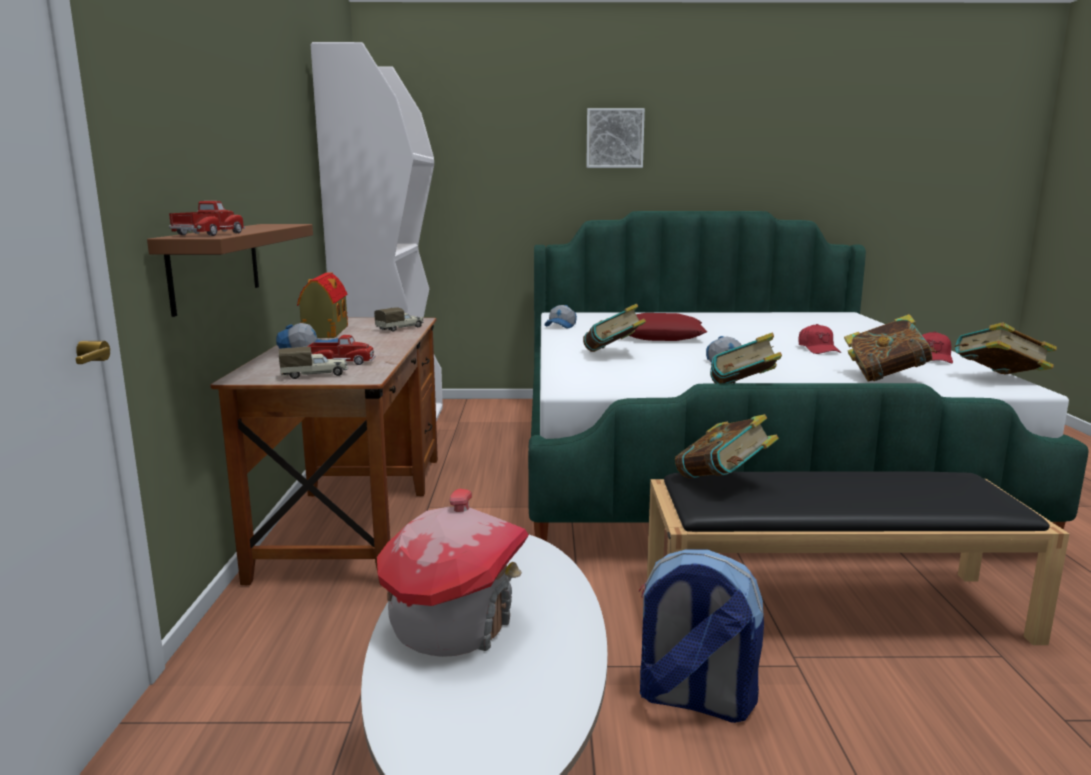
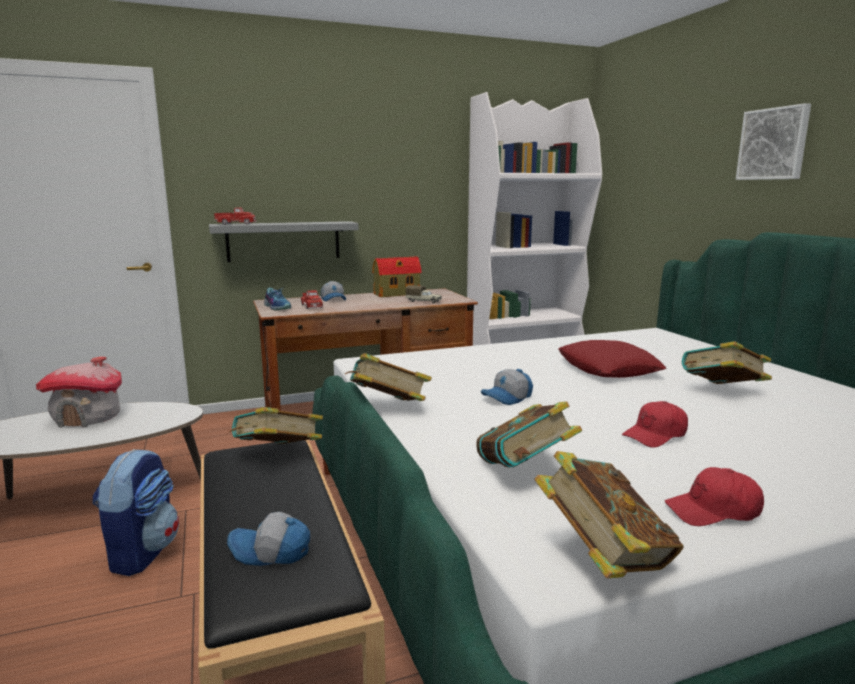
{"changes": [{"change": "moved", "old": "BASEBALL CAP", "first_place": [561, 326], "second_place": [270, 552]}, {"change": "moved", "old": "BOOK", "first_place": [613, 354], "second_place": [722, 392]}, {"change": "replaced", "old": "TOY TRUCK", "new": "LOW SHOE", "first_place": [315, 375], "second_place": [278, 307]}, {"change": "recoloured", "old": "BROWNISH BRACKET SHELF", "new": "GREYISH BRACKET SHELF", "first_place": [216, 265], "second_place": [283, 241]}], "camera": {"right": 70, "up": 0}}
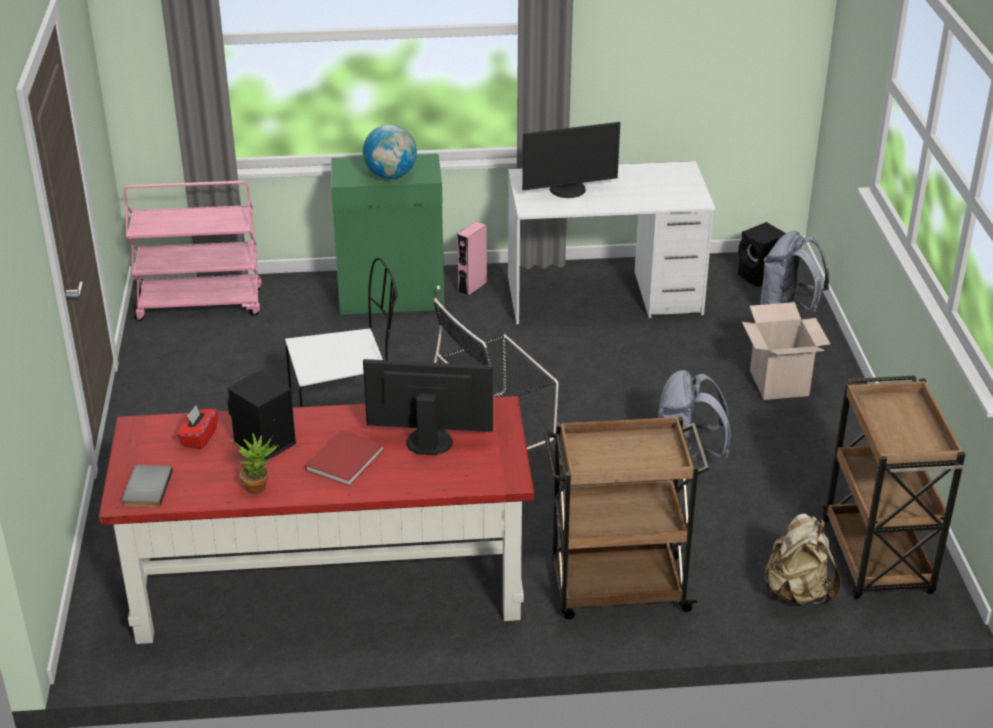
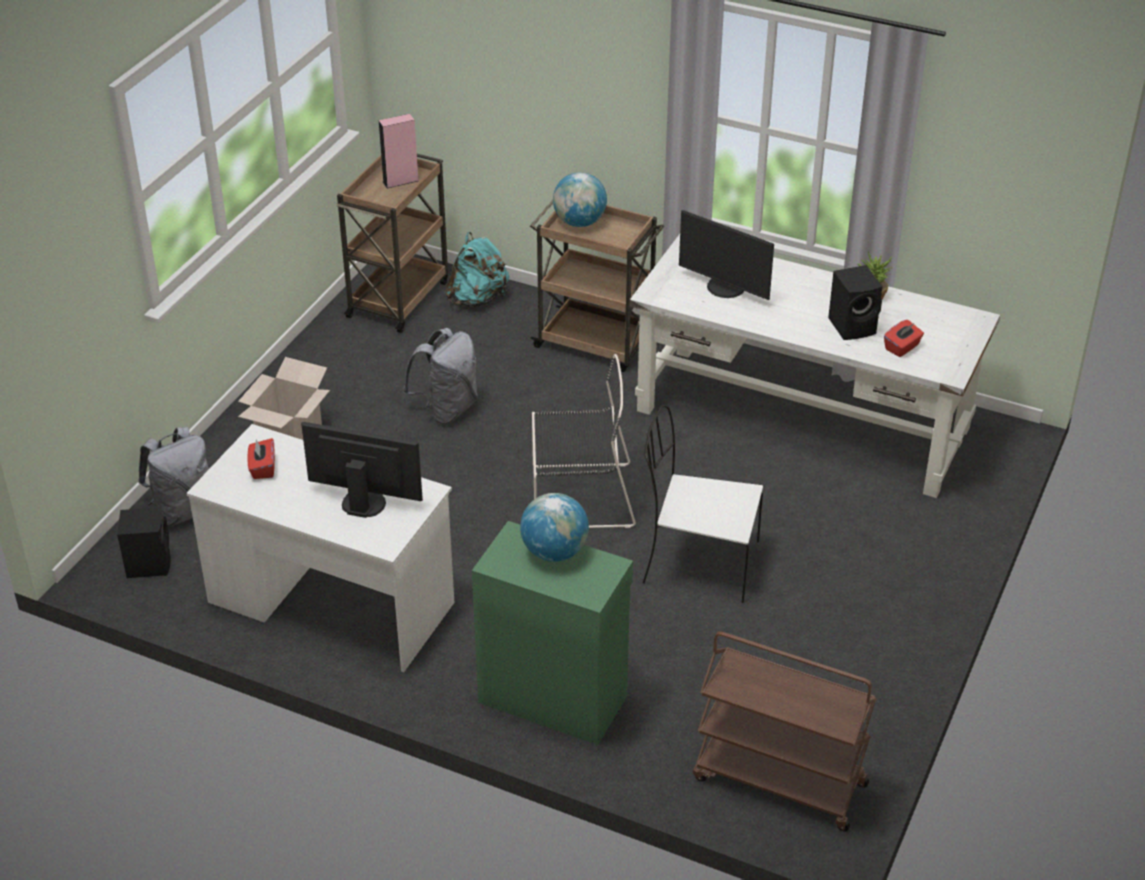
{"changes": [{"change": "removed", "old": "GREYISH BOOK", "first_place": [145, 488]}, {"change": "removed", "old": "RED BOOK", "first_place": [342, 460]}, {"change": "added", "new": "RED TISSUE HOLDER", "second_place": [262, 468]}, {"change": "added", "new": "DESK GLOBE", "second_place": [579, 222]}, {"change": "moved", "old": "PINK-COLOURED SPEAKER", "first_place": [472, 287], "second_place": [400, 181]}, {"change": "recoloured", "old": "RED DESK UNIT", "new": "WHITISH DESK UNIT", "first_place": [328, 583], "second_place": [804, 419]}, {"change": "recoloured", "old": "PINK-COLOURED TROLLEY", "new": "BROWNISH TROLLEY", "first_place": [201, 304], "second_place": [778, 782]}, {"change": "recoloured", "old": "BEIGE-COLOURED BACKPACK", "new": "TURQUOISE BACKPACK", "first_place": [797, 592], "second_place": [478, 299]}], "camera": {"right": -150, "up": 5}}
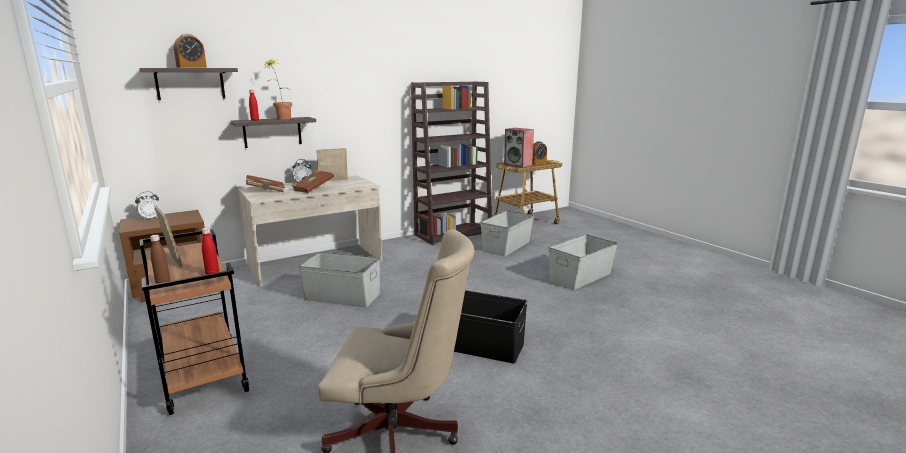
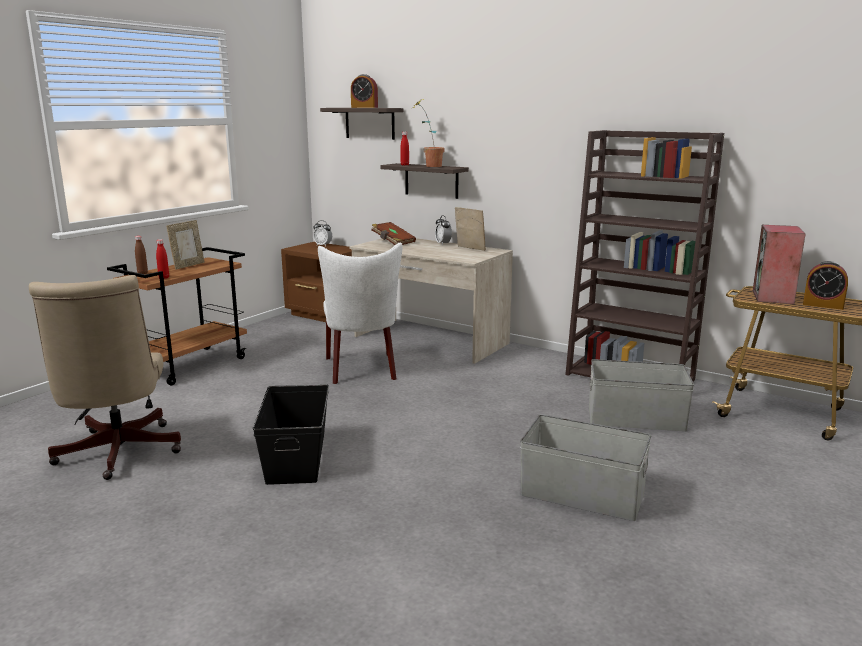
{"changes": [{"change": "removed", "old": "BROWNISH BOOK", "first_place": [313, 189]}, {"change": "replaced", "old": "GREYISH STORAGE CONTAINER", "new": "WHITISH UPRIGHT CHAIR", "first_place": [342, 296], "second_place": [362, 370]}], "camera": {"right": 65, "up": 0}}
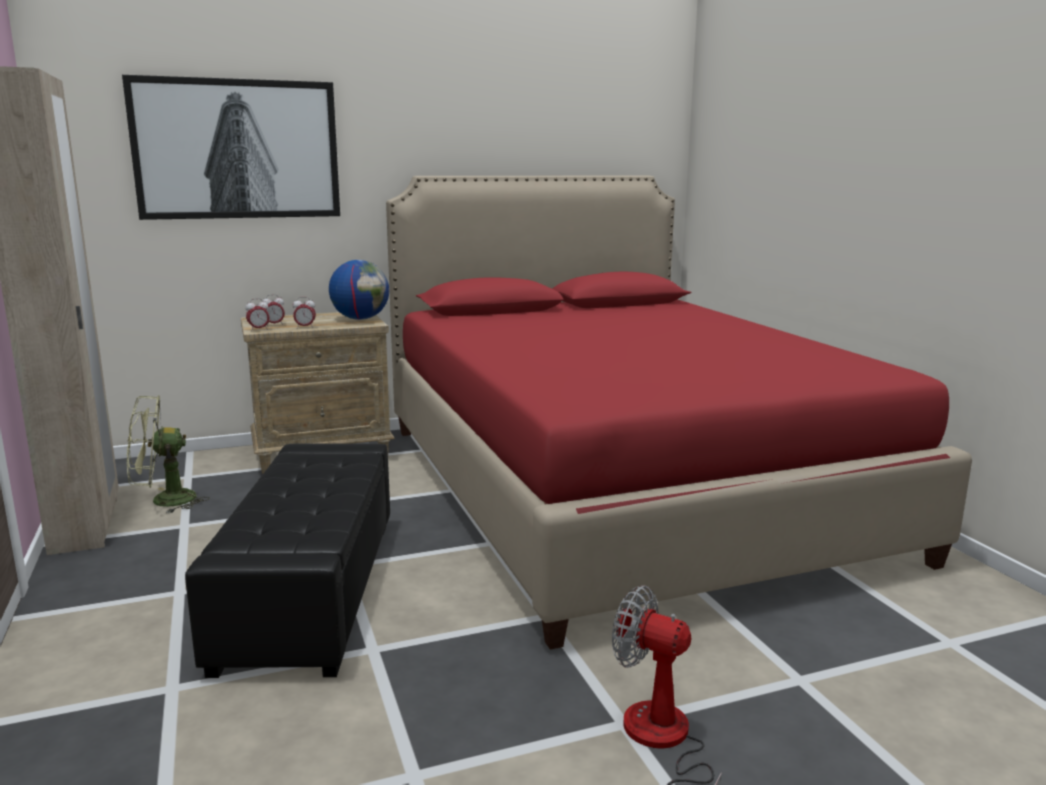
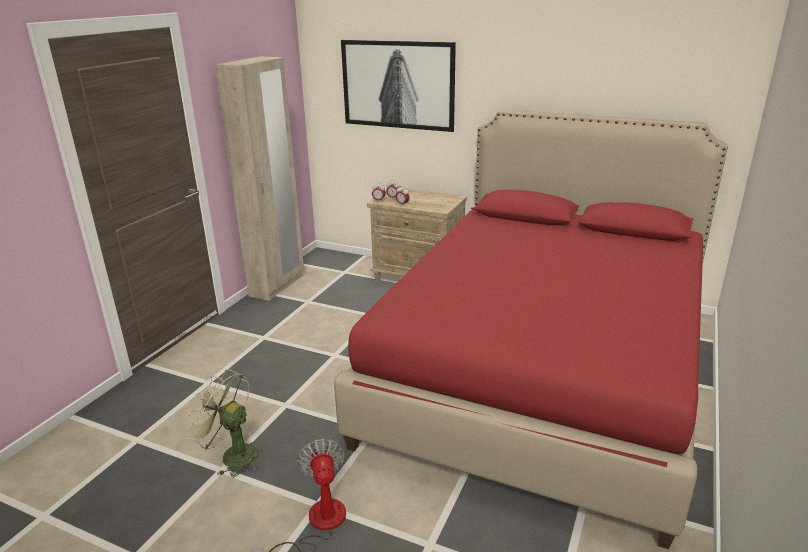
{"changes": [{"change": "removed", "old": "BLACK POUFFE", "first_place": [310, 589]}, {"change": "removed", "old": "DESK GLOBE", "first_place": [360, 319]}, {"change": "moved", "old": "GREEN-COLOURED FAN", "first_place": [164, 501], "second_place": [232, 455]}], "camera": {"right": 45, "up": 10}}
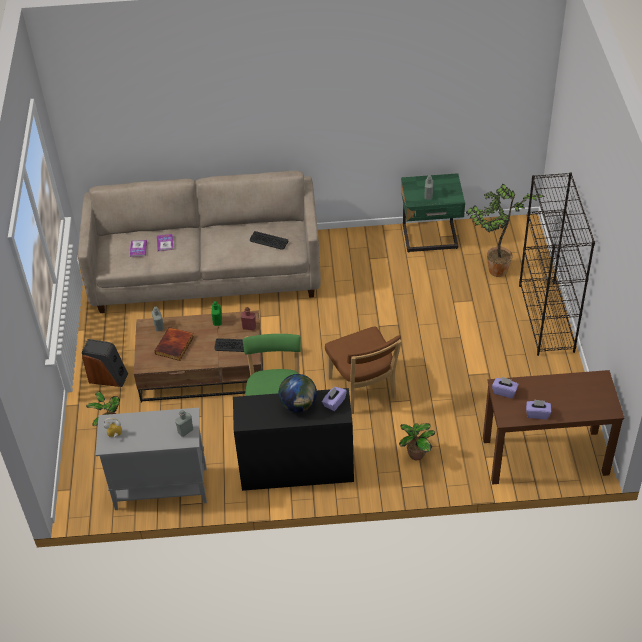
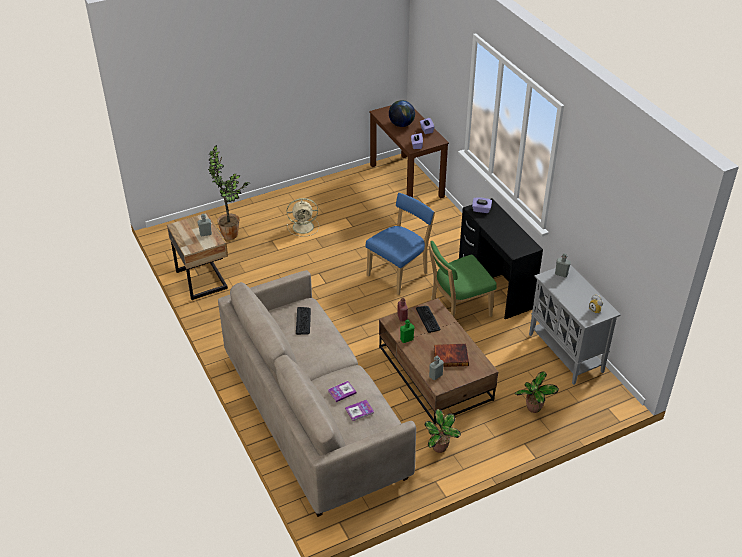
{"changes": [{"change": "removed", "old": "SPEAKER", "first_place": [108, 377]}, {"change": "removed", "old": "BLACK BOOKSHELF", "first_place": [546, 318]}, {"change": "added", "new": "BEIGE-COLOURED FAN", "second_place": [304, 227]}, {"change": "moved", "old": "DESK GLOBE", "first_place": [298, 405], "second_place": [401, 124]}, {"change": "moved", "old": "POTTED PLANT", "first_place": [415, 454], "second_place": [440, 448]}, {"change": "recoloured", "old": "BROWNISH UPRIGHT CHAIR", "new": "BLUE UPRIGHT CHAIR", "first_place": [363, 390], "second_place": [399, 273]}, {"change": "recoloured", "old": "GREEN-COLOURED NIGHTSTAND", "new": "BEIGE-COLOURED NIGHTSTAND", "first_place": [430, 238], "second_place": [203, 279]}], "camera": {"right": -115, "up": -5}}
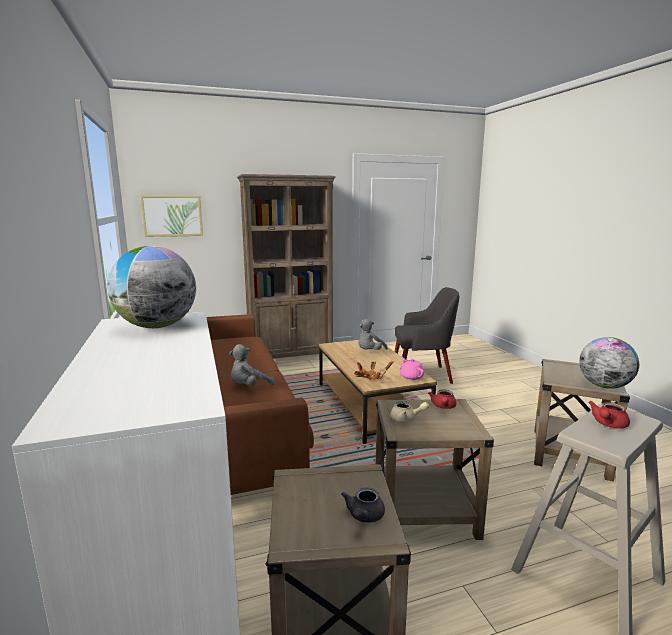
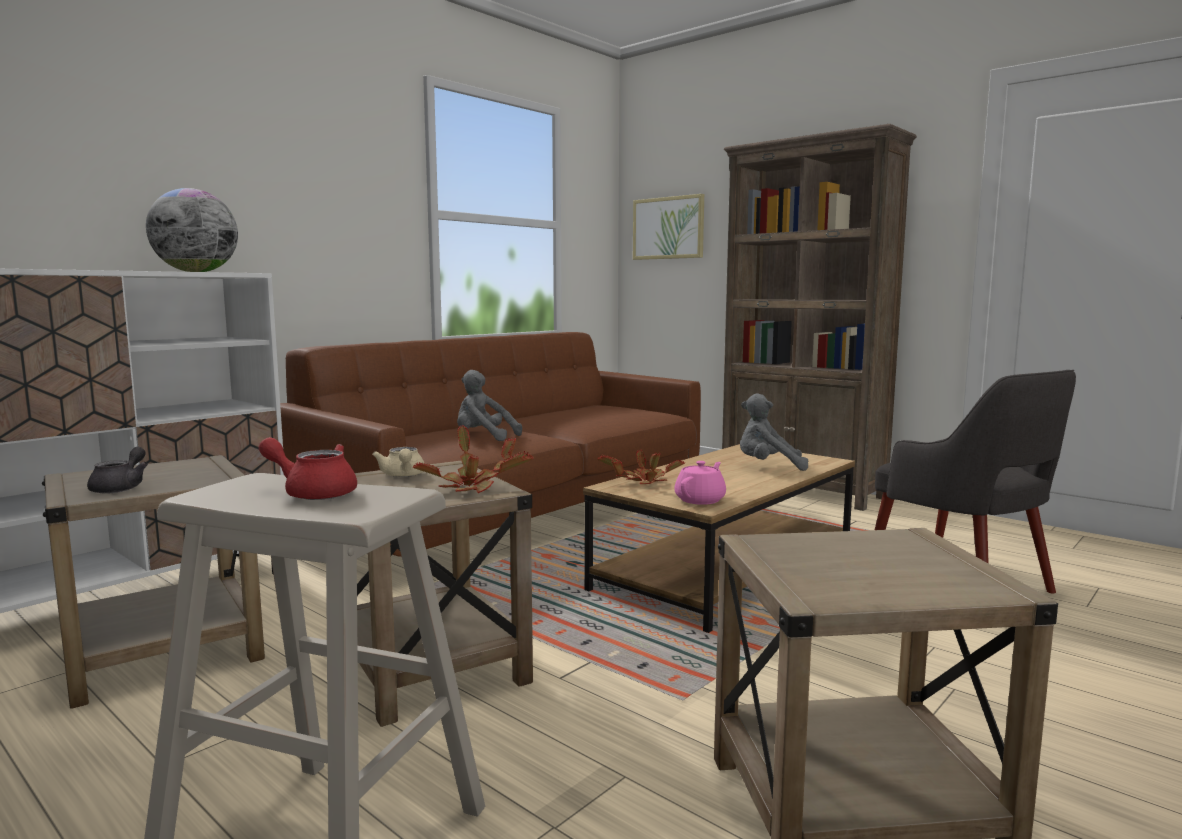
{"changes": [{"change": "removed", "old": "DESK GLOBE", "first_place": [604, 386]}, {"change": "replaced", "old": "RED TEA POT", "new": "POTTED PLANT", "first_place": [443, 407], "second_place": [473, 486]}, {"change": "turned", "old": "GREYISH TEA POT", "first_place": [364, 517], "second_place": [121, 488], "degrees": 105}], "camera": {"right": 60, "up": -5}}
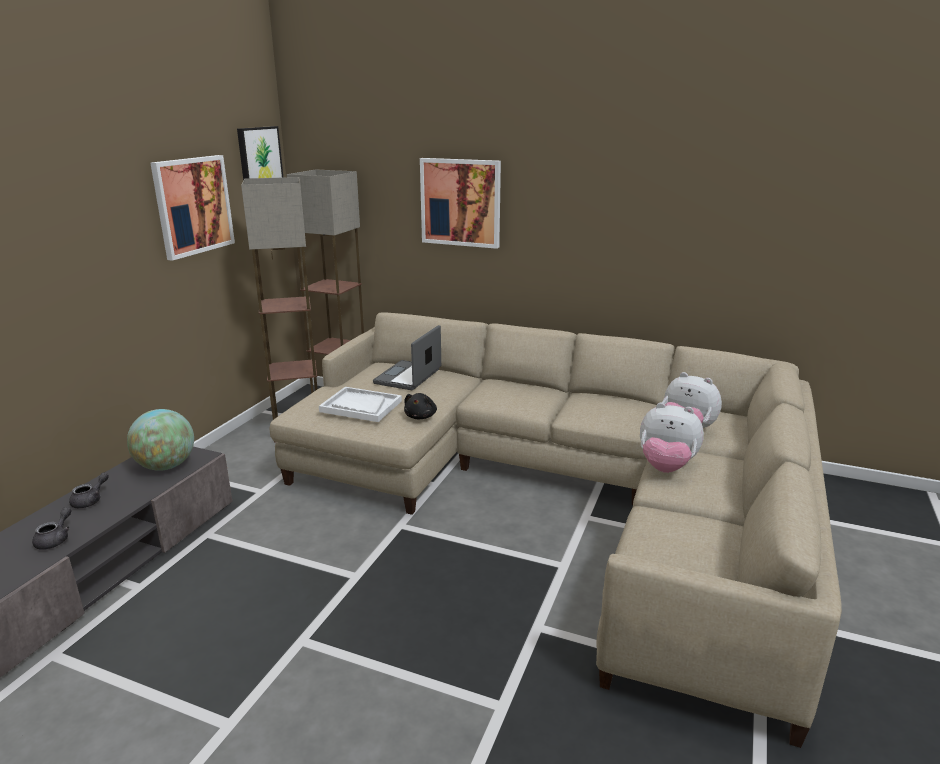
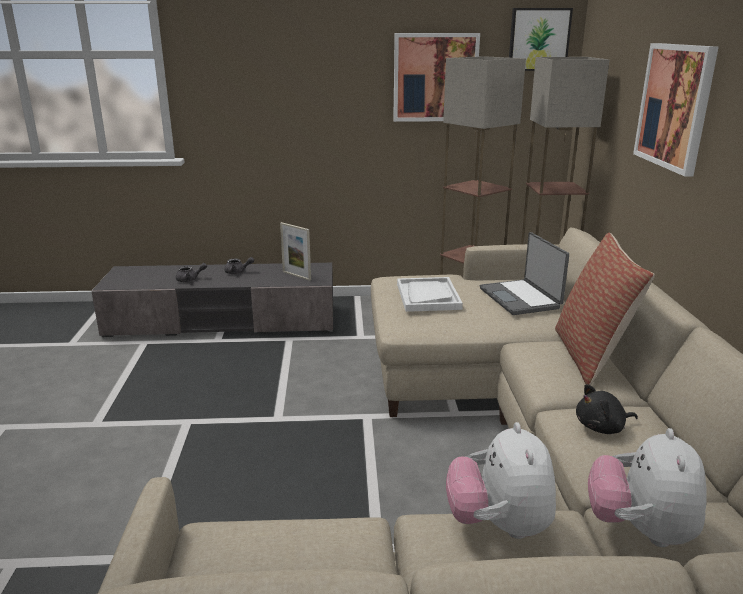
{"changes": [{"change": "added", "new": "THROW PILLOW", "second_place": [591, 356]}, {"change": "moved", "old": "BLACK SOFT TOY", "first_place": [421, 416], "second_place": [602, 427]}, {"change": "replaced", "old": "DESK GLOBE", "new": "STANDING FRAME", "first_place": [166, 466], "second_place": [296, 276]}, {"change": "turned", "old": "NOTEBOOK COMPUTER", "first_place": [409, 377], "second_place": [521, 298], "degrees": -105}], "camera": {"right": 65, "up": 0}}
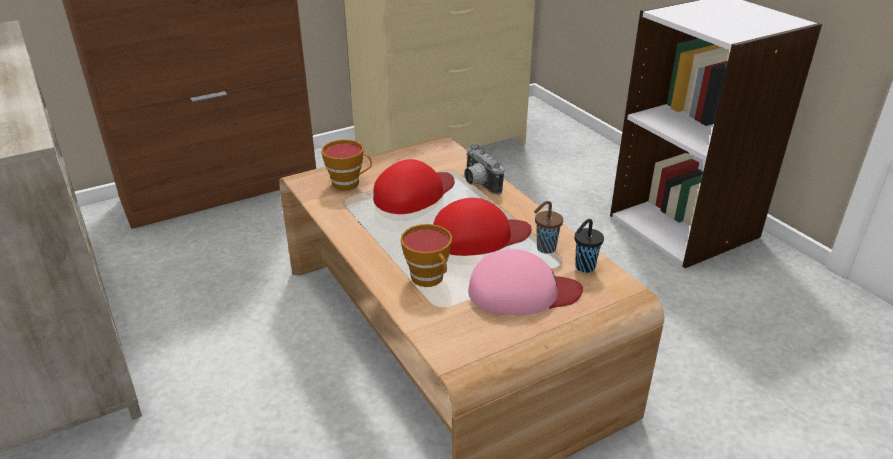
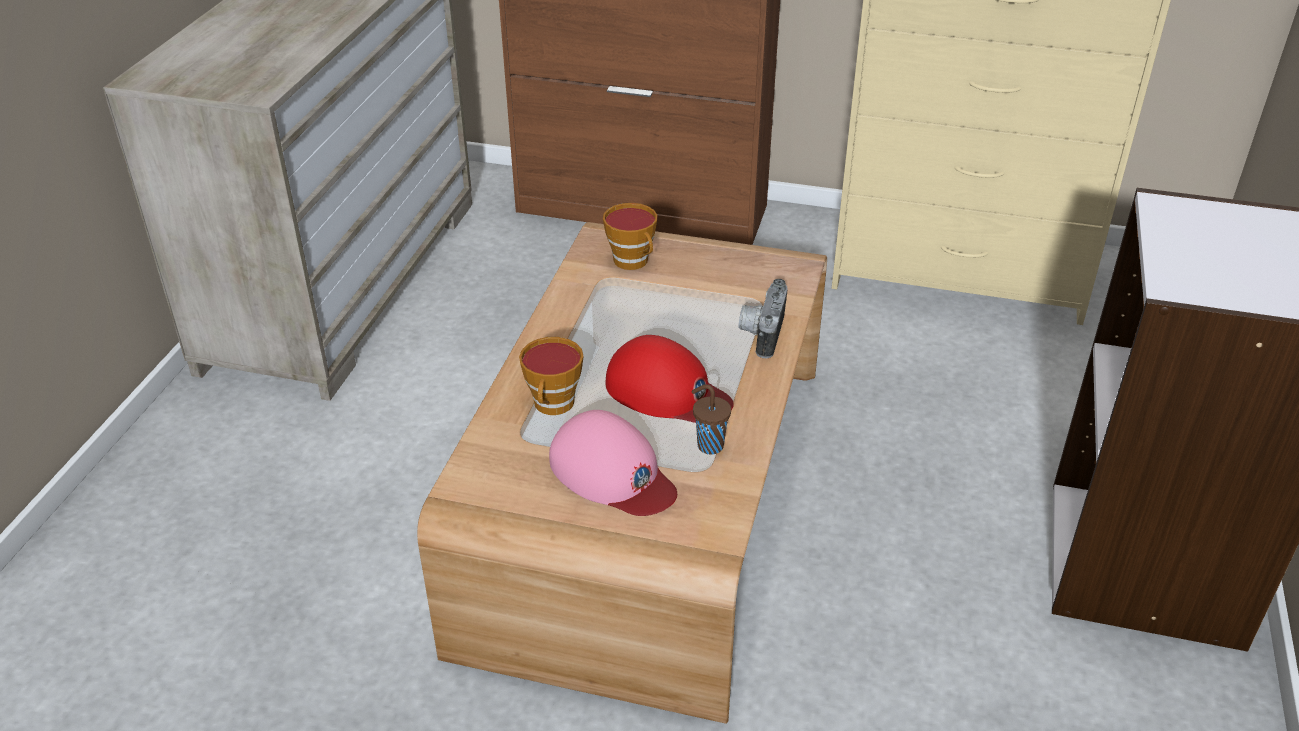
{"changes": [{"change": "removed", "old": "RED BASEBALL CAP", "first_place": [414, 193]}, {"change": "removed", "old": "BLACK SMALL CUP", "first_place": [584, 267]}], "camera": {"right": 45, "up": 5}}
